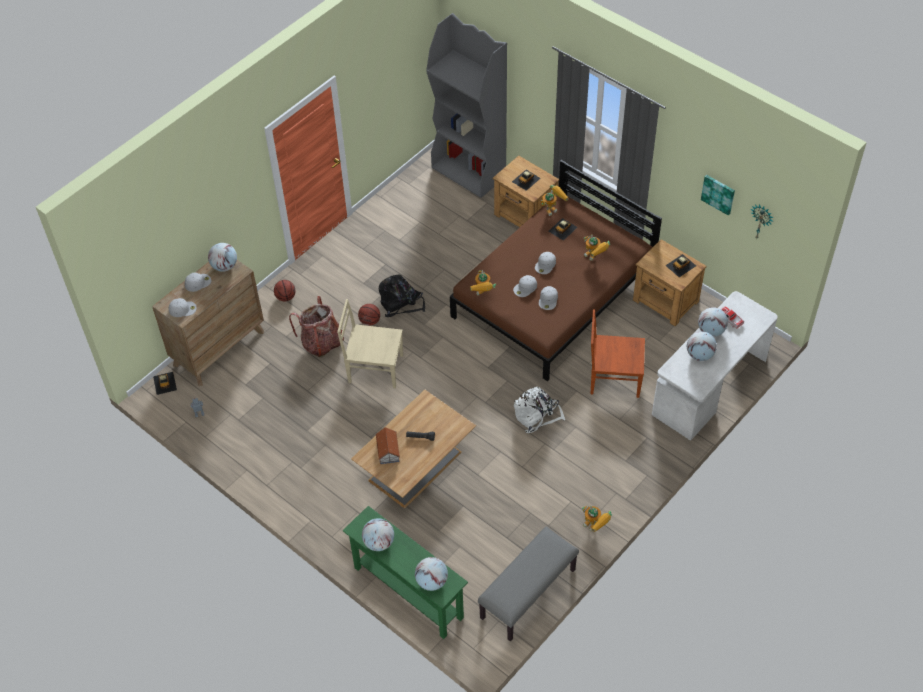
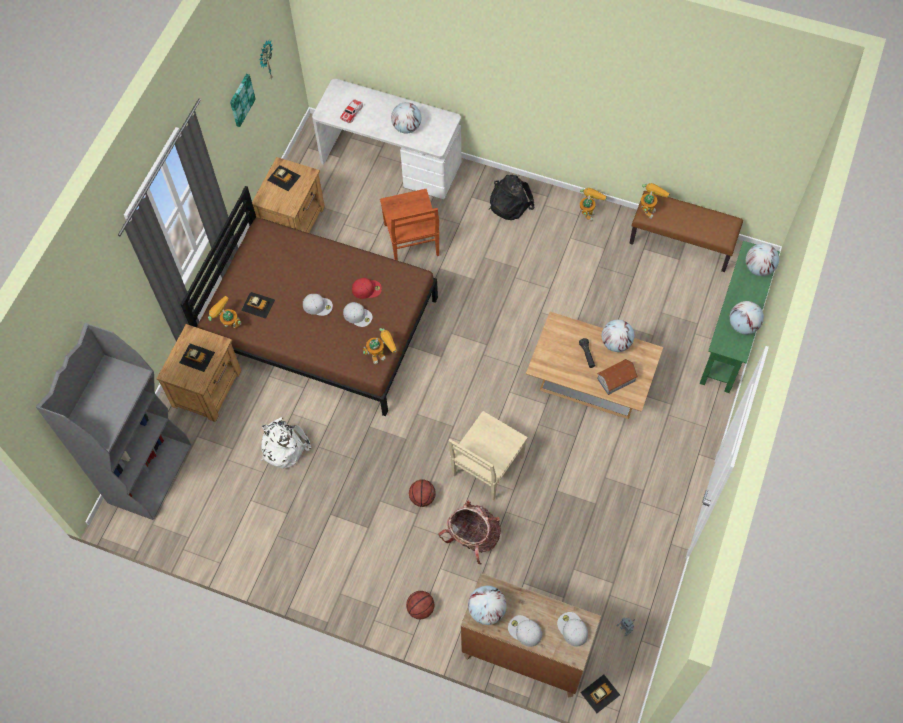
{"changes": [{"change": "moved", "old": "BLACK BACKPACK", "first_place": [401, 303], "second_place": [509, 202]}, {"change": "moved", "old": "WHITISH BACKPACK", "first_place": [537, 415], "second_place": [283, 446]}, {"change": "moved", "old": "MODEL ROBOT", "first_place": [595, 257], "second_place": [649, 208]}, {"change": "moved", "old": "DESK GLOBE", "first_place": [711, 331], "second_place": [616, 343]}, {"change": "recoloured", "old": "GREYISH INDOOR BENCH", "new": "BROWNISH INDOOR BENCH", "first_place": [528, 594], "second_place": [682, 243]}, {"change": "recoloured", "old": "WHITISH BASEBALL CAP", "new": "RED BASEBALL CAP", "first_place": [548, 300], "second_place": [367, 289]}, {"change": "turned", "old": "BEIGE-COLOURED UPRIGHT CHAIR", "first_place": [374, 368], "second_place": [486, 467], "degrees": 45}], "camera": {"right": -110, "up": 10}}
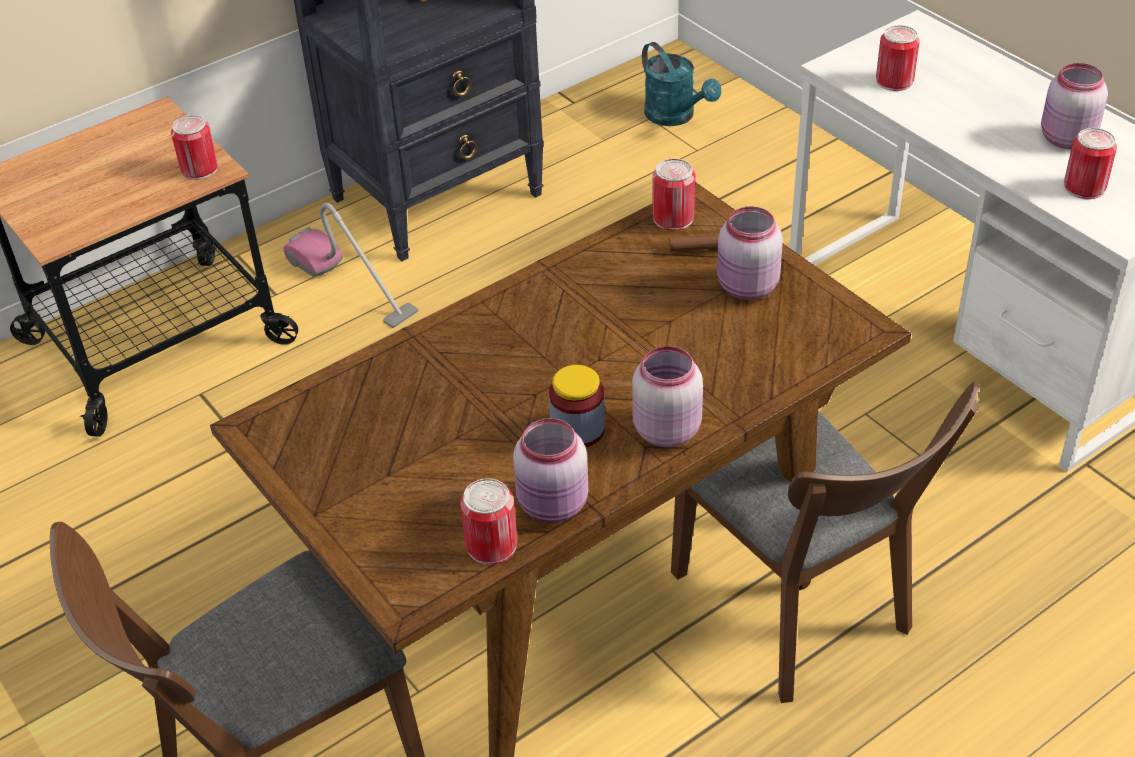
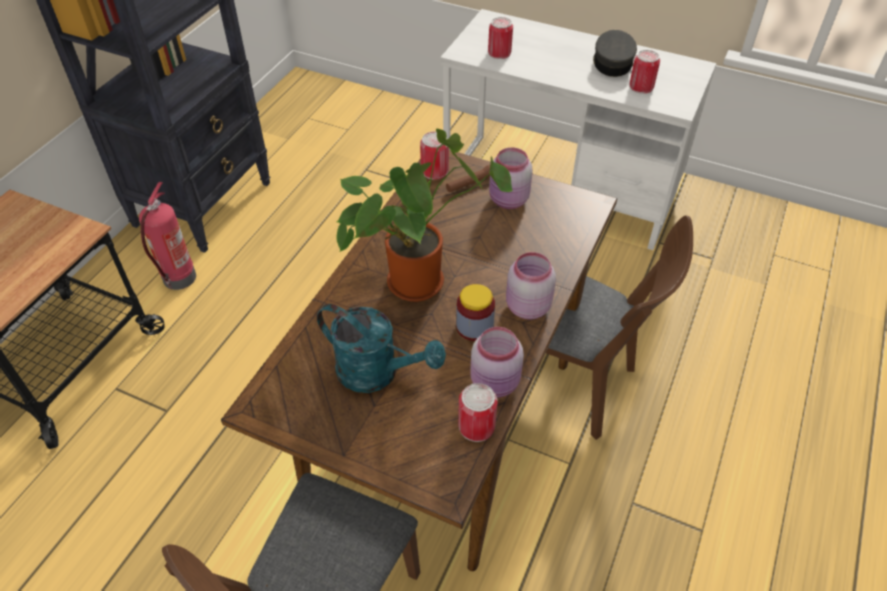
{"changes": [{"change": "removed", "old": "SEALED CAN", "first_place": [199, 169]}, {"change": "added", "new": "POTTED PLANT", "second_place": [419, 279]}, {"change": "moved", "old": "TURQUOISE SPRINKLING CAN", "first_place": [676, 117], "second_place": [377, 373]}, {"change": "replaced", "old": "HOOVER", "new": "EXTINGUISHER", "first_place": [350, 285], "second_place": [179, 279]}, {"change": "replaced", "old": "PINK-COLOURED STORAGE JAR", "new": "GREYISH BASEBALL CAP", "first_place": [1065, 139], "second_place": [612, 62]}], "camera": {"right": -30, "up": 5}}
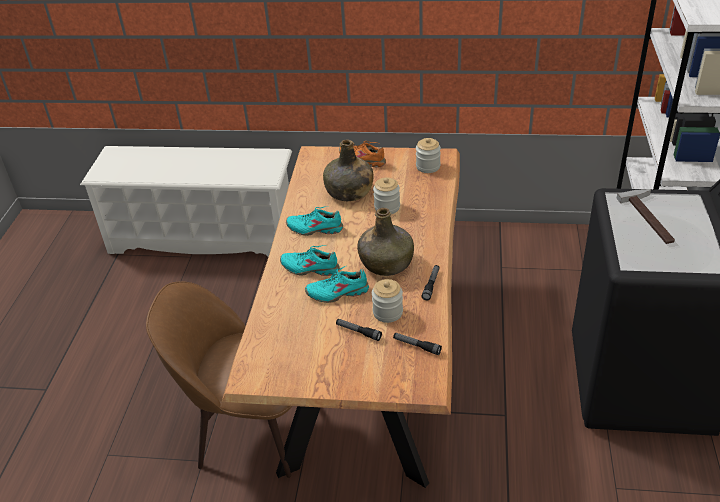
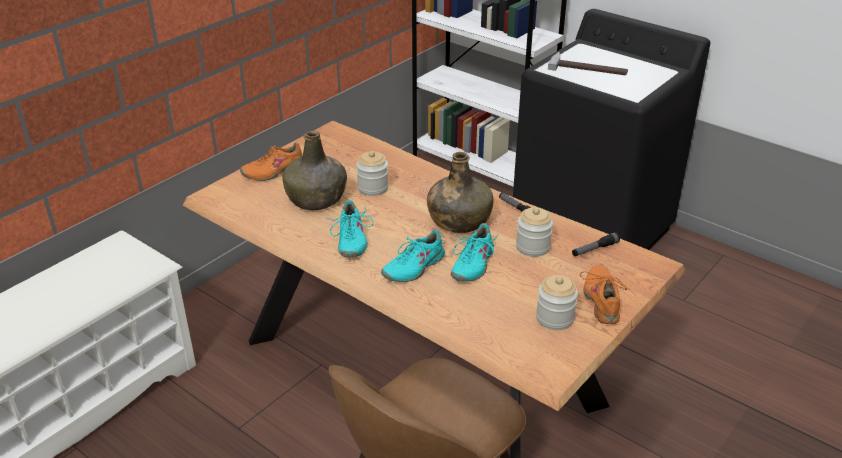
{"changes": [{"change": "removed", "old": "FLASHLIGHT", "first_place": [358, 332]}, {"change": "added", "new": "ORANGE LOW SHOE", "second_place": [603, 300]}, {"change": "moved", "old": "STORAGE JAR", "first_place": [428, 166], "second_place": [554, 318]}, {"change": "turned", "old": "TURQUOISE LOW SHOE", "first_place": [315, 228], "second_place": [350, 241], "degrees": -45}], "camera": {"right": -60, "up": -5}}
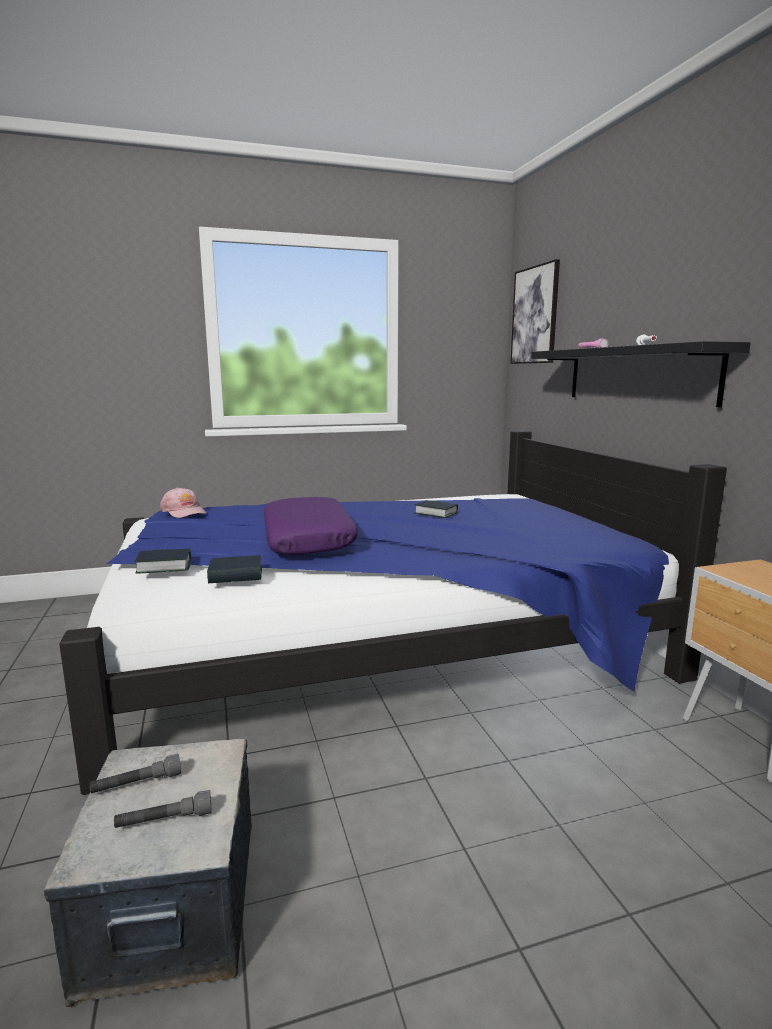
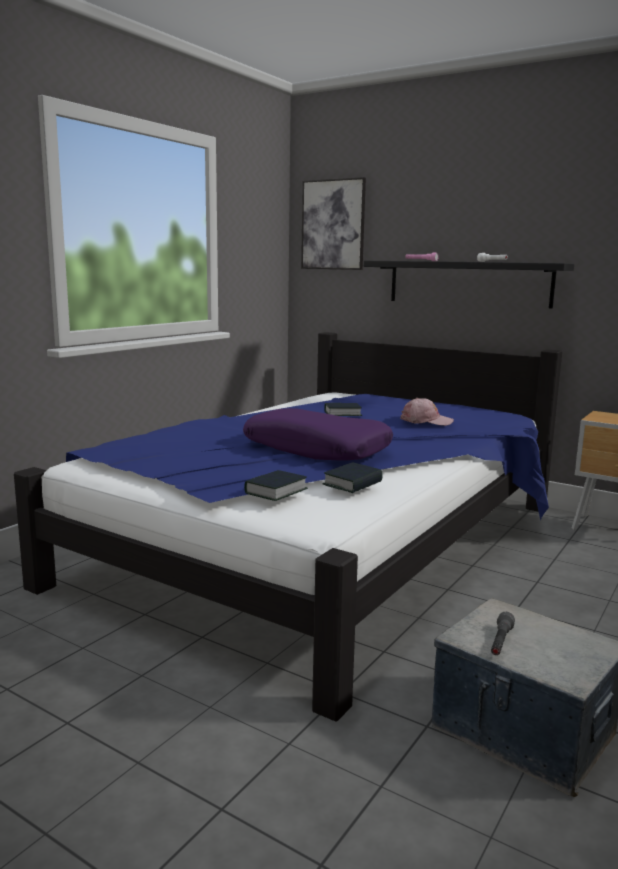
{"changes": [{"change": "removed", "old": "GREYISH FLASHLIGHT", "first_place": [164, 820]}, {"change": "moved", "old": "PINK-COLOURED BASEBALL CAP", "first_place": [184, 512], "second_place": [426, 421]}], "camera": {"right": -40, "up": 0}}
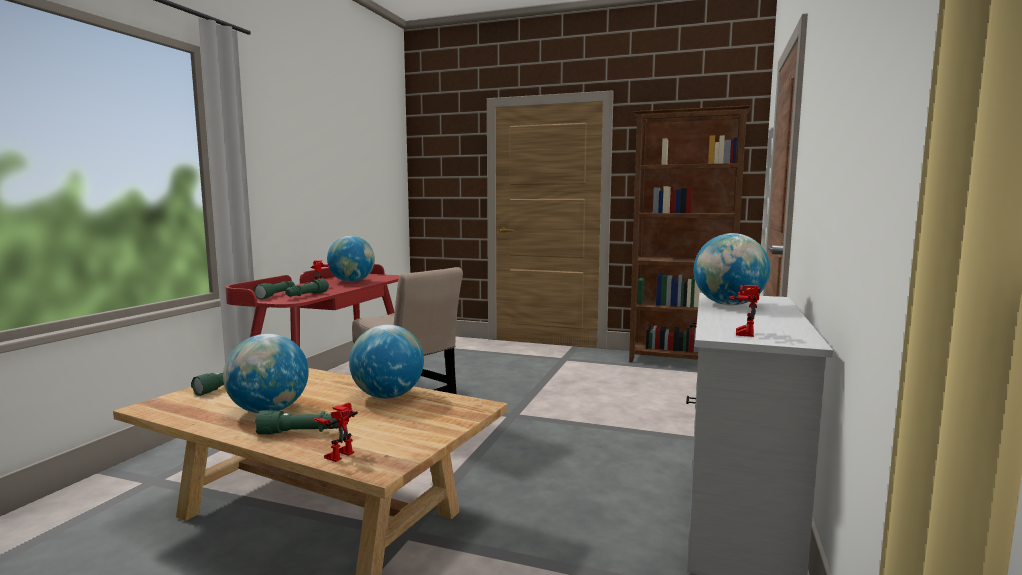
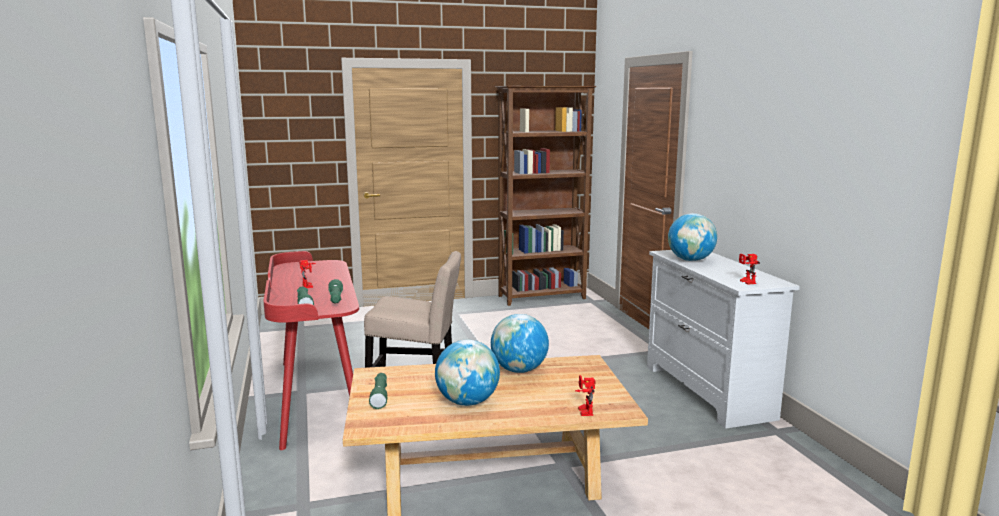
{"changes": [{"change": "removed", "old": "GREEN-COLOURED FLASHLIGHT", "first_place": [301, 433]}, {"change": "removed", "old": "DESK GLOBE", "first_place": [352, 282]}], "camera": {"right": -35, "up": 5}}
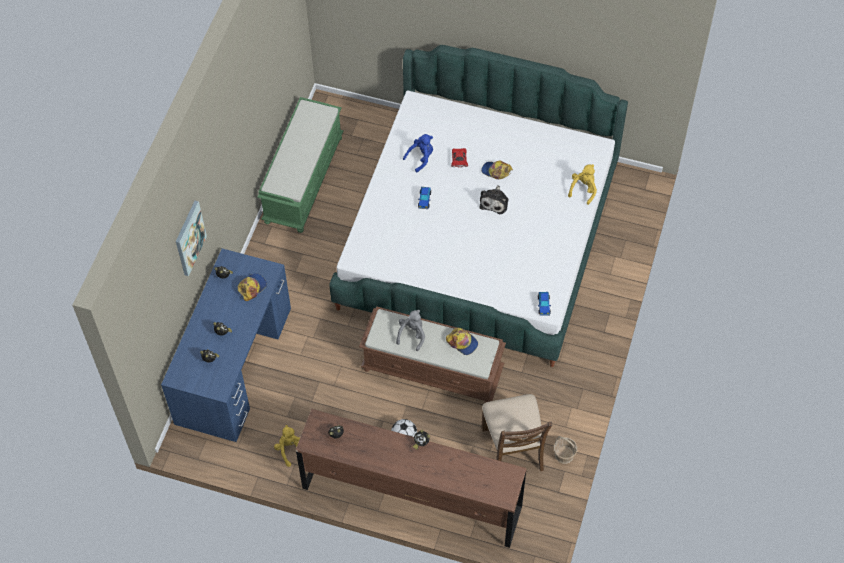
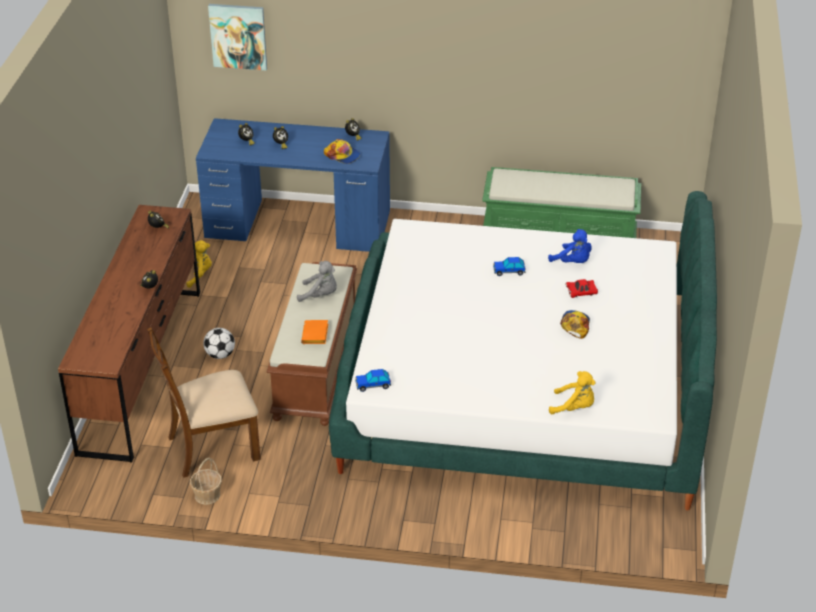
{"changes": [{"change": "removed", "old": "SOFT TOY", "first_place": [495, 202]}, {"change": "moved", "old": "WALL ART", "first_place": [189, 238], "second_place": [238, 36]}, {"change": "replaced", "old": "BASEBALL CAP", "new": "ORANGE BOOK", "first_place": [462, 342], "second_place": [316, 335]}], "camera": {"right": 80, "up": -20}}
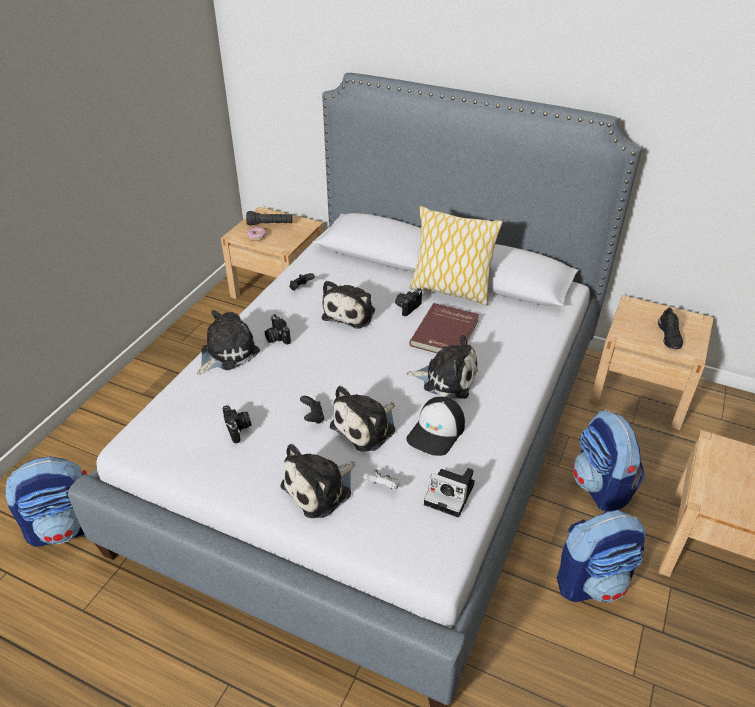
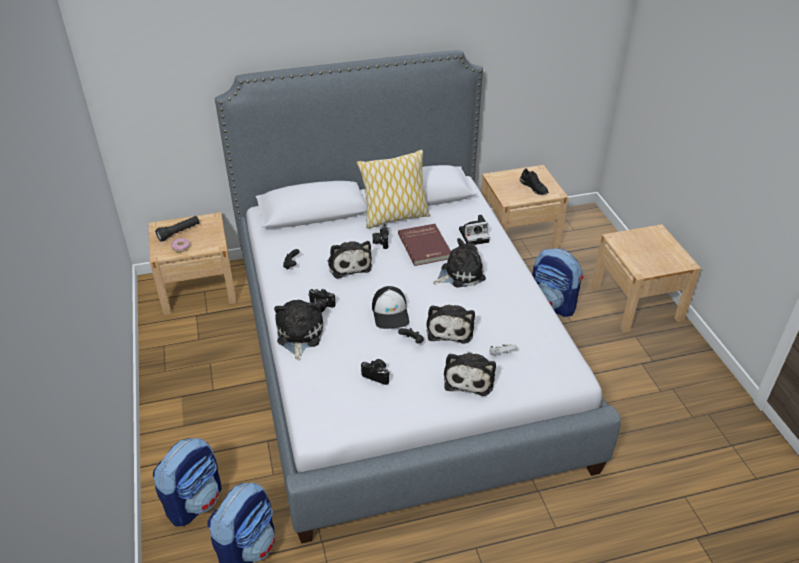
{"changes": [{"change": "moved", "old": "BASEBALL CAP", "first_place": [437, 432], "second_place": [391, 313]}, {"change": "moved", "old": "STILL CAMERA", "first_place": [451, 494], "second_place": [475, 235]}, {"change": "moved", "old": "BACKPACK", "first_place": [592, 581], "second_place": [195, 501]}], "camera": {"right": -40, "up": 0}}
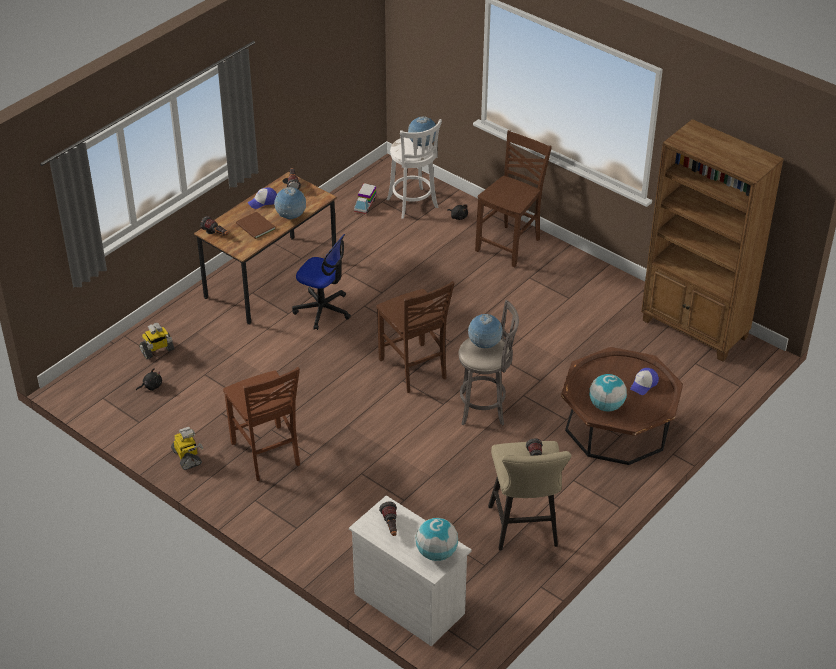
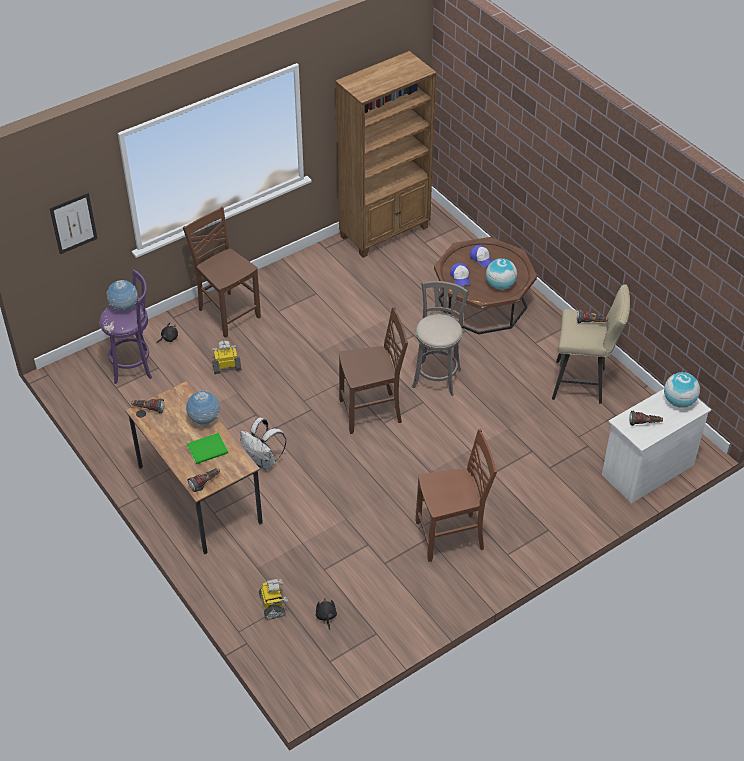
{"changes": [{"change": "removed", "old": "TOY TRUCK", "first_place": [365, 205]}, {"change": "removed", "old": "DESK GLOBE", "first_place": [484, 345]}, {"change": "added", "new": "WALL ART", "second_place": [73, 223]}, {"change": "moved", "old": "MODEL ROBOT", "first_place": [187, 457], "second_place": [227, 367]}, {"change": "moved", "old": "BASEBALL CAP", "first_place": [263, 201], "second_place": [460, 277]}, {"change": "replaced", "old": "COMPUTER CHAIR", "new": "WHITISH BACKPACK", "first_place": [323, 310], "second_place": [263, 462]}, {"change": "recoloured", "old": "BROWNISH BOOK", "new": "GREEN-COLOURED BOOK", "first_place": [255, 227], "second_place": [209, 450]}, {"change": "recoloured", "old": "WHITISH STOOL SEAT", "new": "PURPLE STOOL SEAT", "first_place": [413, 205], "second_place": [134, 366]}], "camera": {"right": -75, "up": 5}}
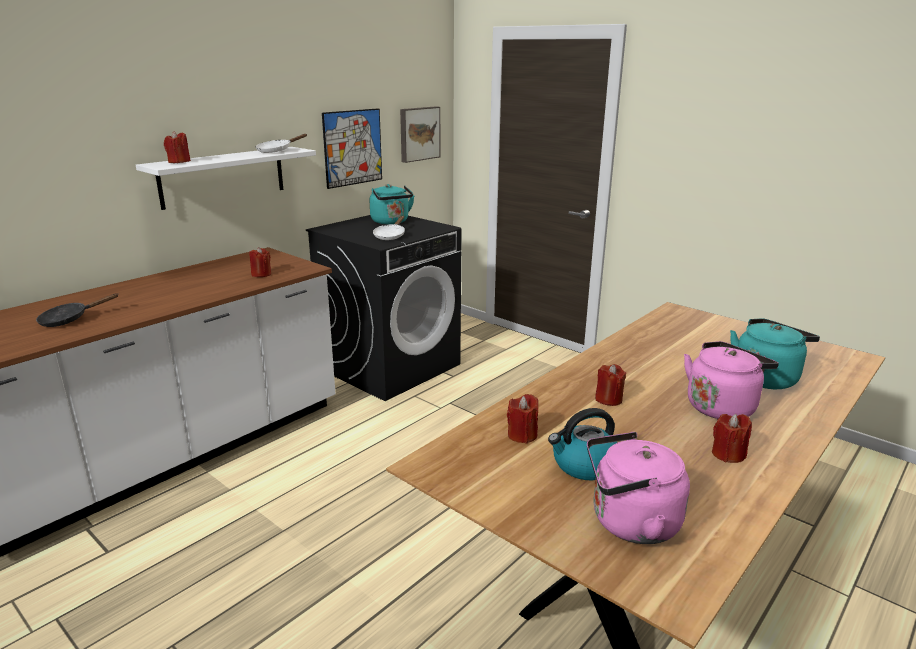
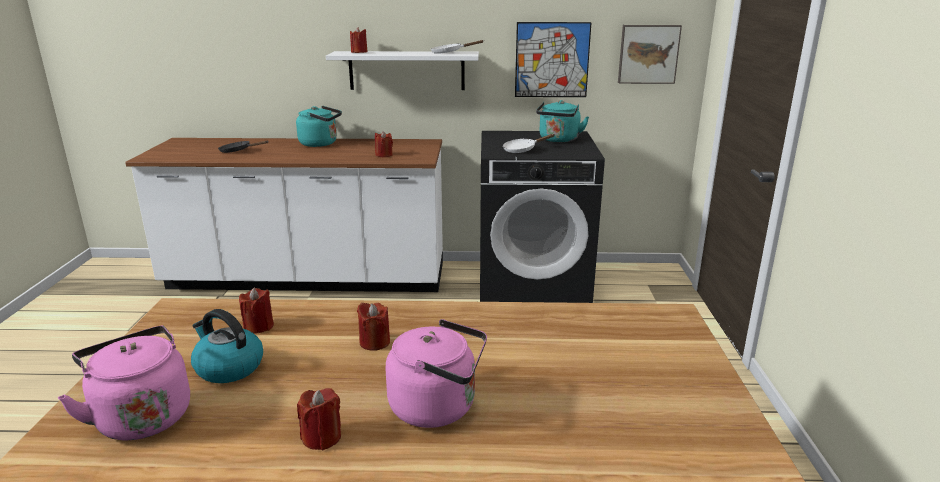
{"changes": [{"change": "moved", "old": "TURQUOISE WATER KETTLE", "first_place": [766, 377], "second_place": [321, 144]}], "camera": {"right": 50, "up": 0}}
